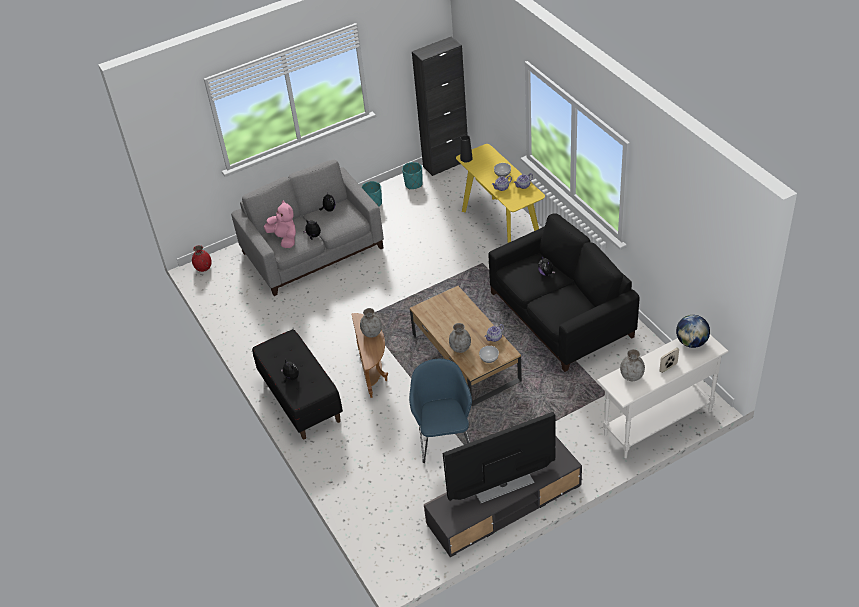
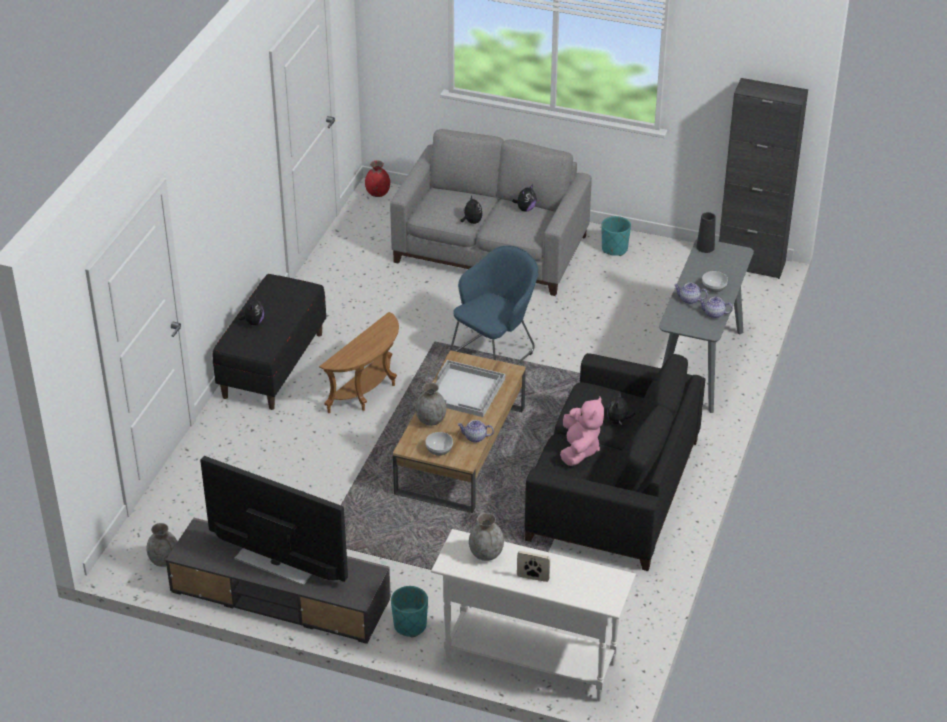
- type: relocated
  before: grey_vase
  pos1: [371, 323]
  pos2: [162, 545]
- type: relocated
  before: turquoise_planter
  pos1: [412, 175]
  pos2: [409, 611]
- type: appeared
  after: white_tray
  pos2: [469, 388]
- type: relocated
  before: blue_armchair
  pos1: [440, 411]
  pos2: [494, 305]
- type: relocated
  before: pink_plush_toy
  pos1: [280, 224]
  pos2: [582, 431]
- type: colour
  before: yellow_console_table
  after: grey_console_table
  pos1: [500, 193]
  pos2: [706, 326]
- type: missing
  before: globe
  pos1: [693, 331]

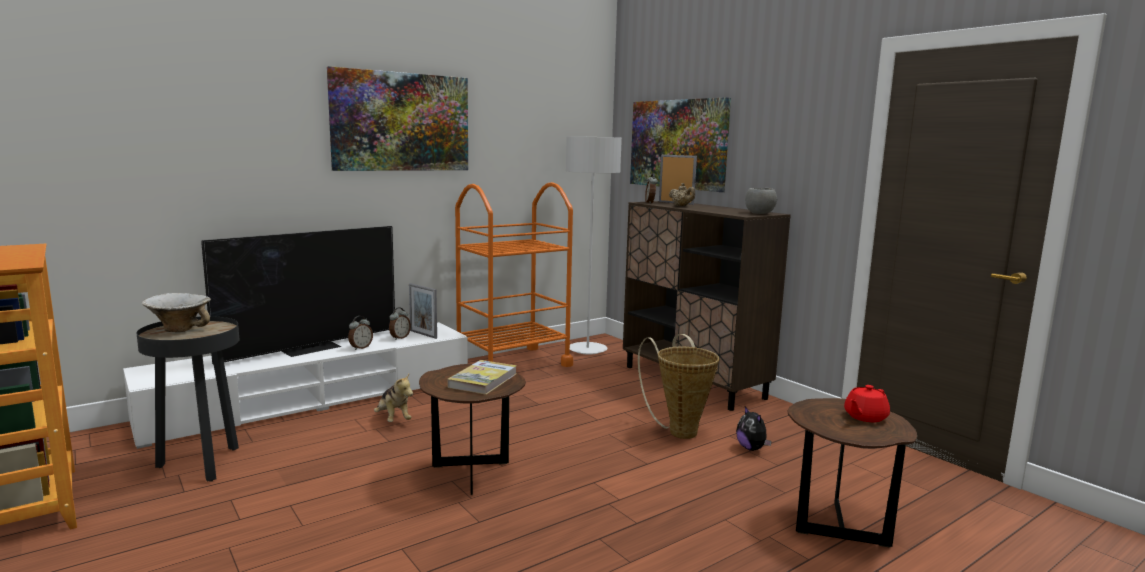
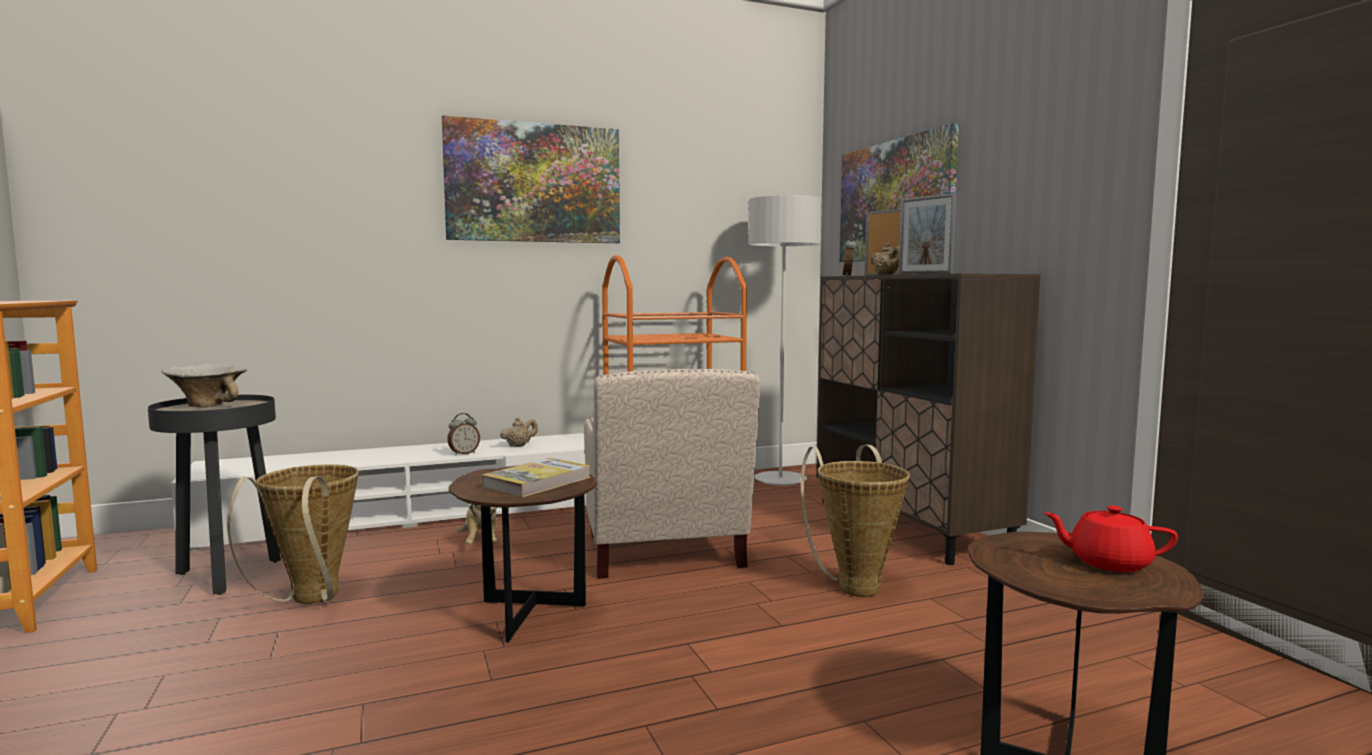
- type: appeared
  after: basket
  pos2: [293, 534]
- type: exchanged
  before: alarm_clock
  after: beige_teapot
  pos1: [400, 323]
  pos2: [519, 432]
- type: appeared
  after: beige_armchair
  pos2: [672, 474]
- type: relocated
  before: picture_frame
  pos1: [423, 311]
  pos2: [927, 234]
- type: spun
  before: red_teapot
  pos1: [867, 403]
  pos2: [1111, 538]
  turn: 45
- type: missing
  before: television
  pos1: [298, 295]
- type: missing
  before: plush_toy
  pos1: [754, 429]
- type: missing
  before: grey_bowl
  pos1: [761, 201]

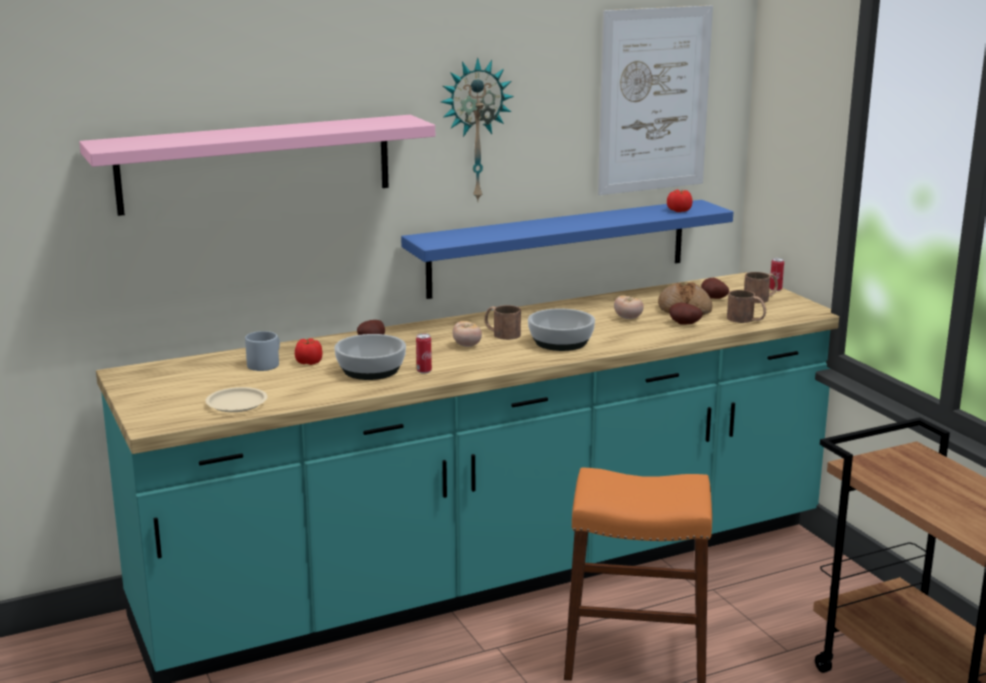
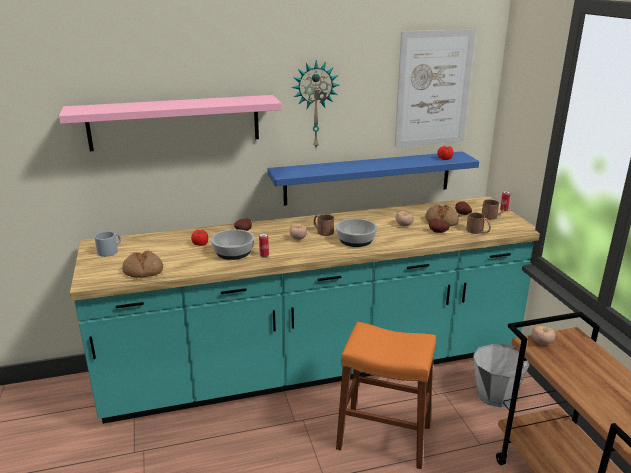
- type: relocated
  before: grey_mug
  pos1: [262, 351]
  pos2: [108, 244]
- type: exchanged
  before: beige_plate
  after: bread
  pos1: [236, 399]
  pos2: [142, 264]
- type: appeared
  after: grey_bucket
  pos2: [501, 375]
- type: appeared
  after: tomato
  pos2: [543, 335]

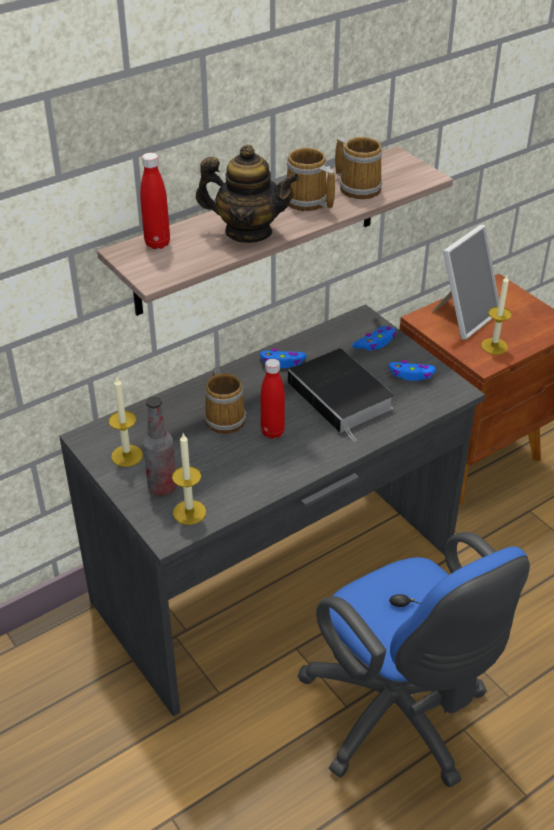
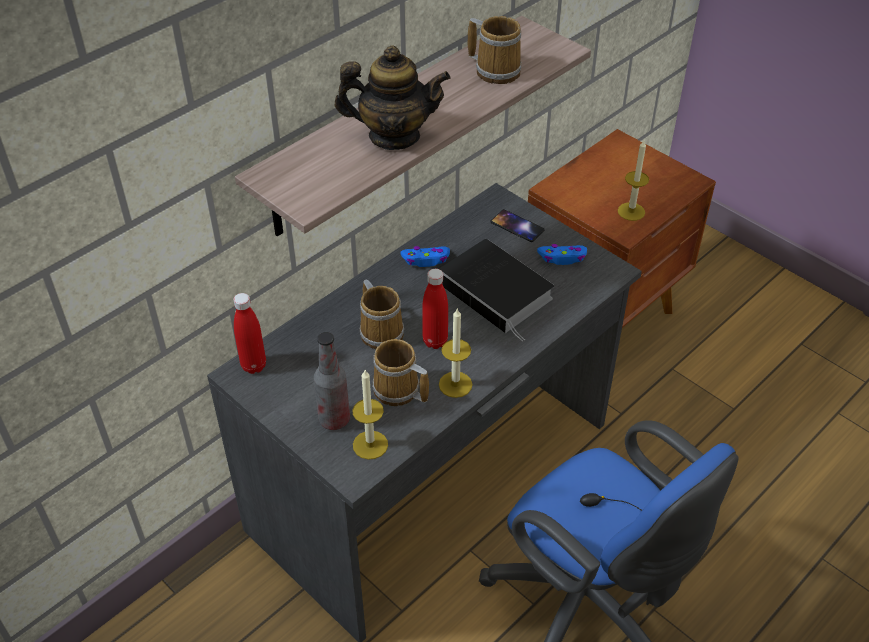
- type: relocated
  before: red_bottle
  pos1: [155, 201]
  pos2: [249, 333]
- type: relocated
  before: mug
  pos1: [311, 179]
  pos2: [400, 372]
- type: relocated
  before: candle
  pos1: [126, 422]
  pos2: [456, 353]
- type: exchanged
  before: blue_game_controller
  after: phone
  pos1: [374, 338]
  pos2: [517, 225]
- type: missing
  before: picture_frame
  pos1: [465, 282]

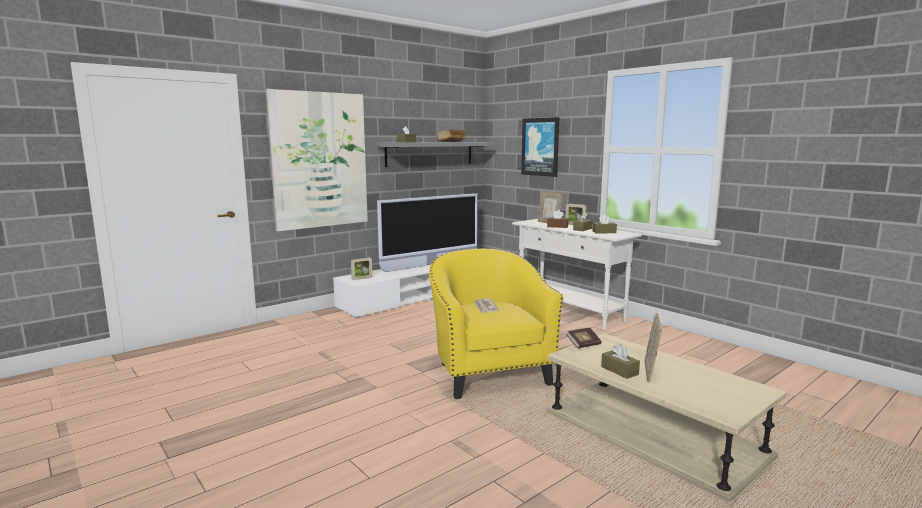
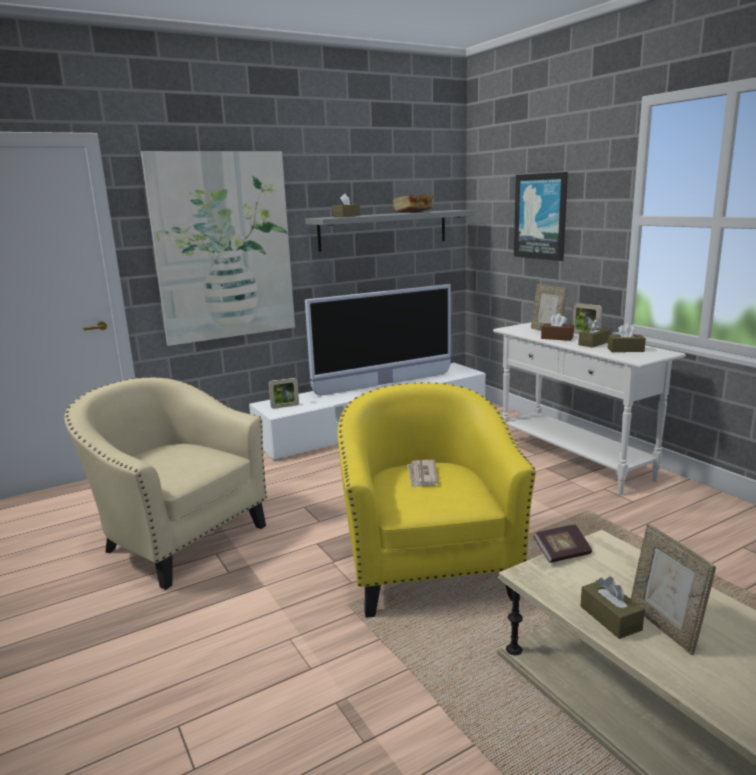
- type: appeared
  after: beige_armchair
  pos2: [165, 483]
- type: spun
  before: picture_frame
  pos1: [653, 348]
  pos2: [673, 589]
  turn: -45

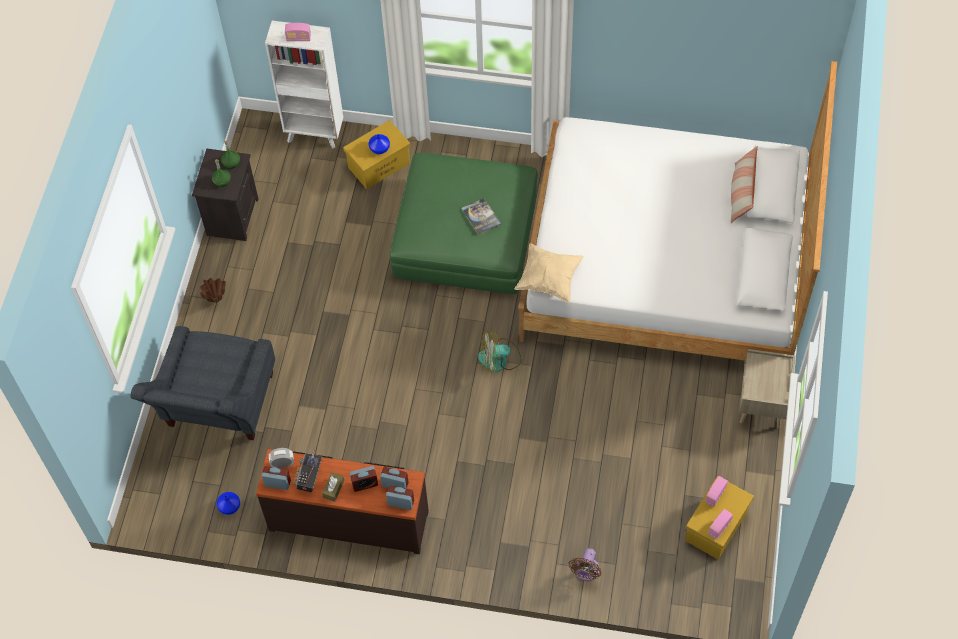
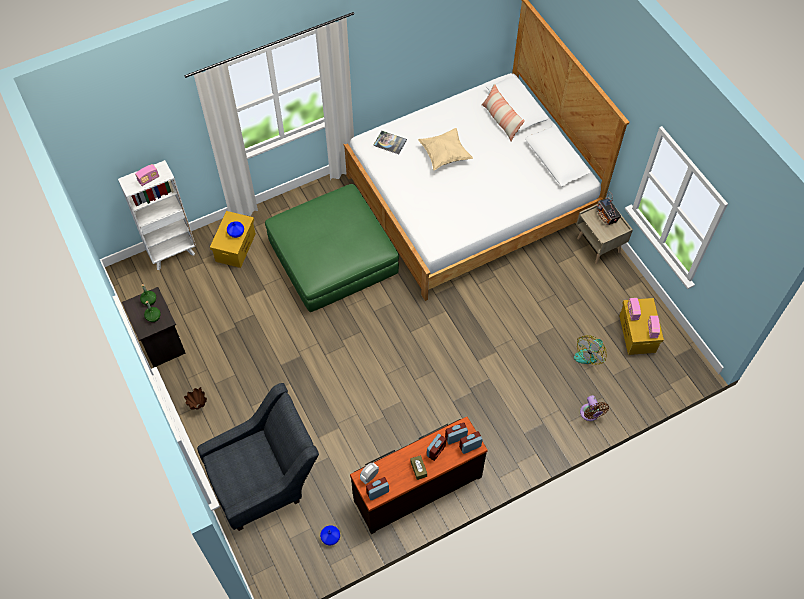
- type: spun
  before: grey_armchair
  pos1: [202, 383]
  pos2: [258, 457]
  turn: -90
- type: relocated
  before: book
  pos1: [481, 216]
  pos2: [390, 142]
- type: relocated
  before: beige_pillow
  pos1: [549, 273]
  pos2: [445, 149]
- type: relocated
  before: fan
  pos1: [500, 351]
  pos2: [590, 350]
- type: relocated
  before: radio
  pos1: [308, 470]
  pos2: [608, 208]

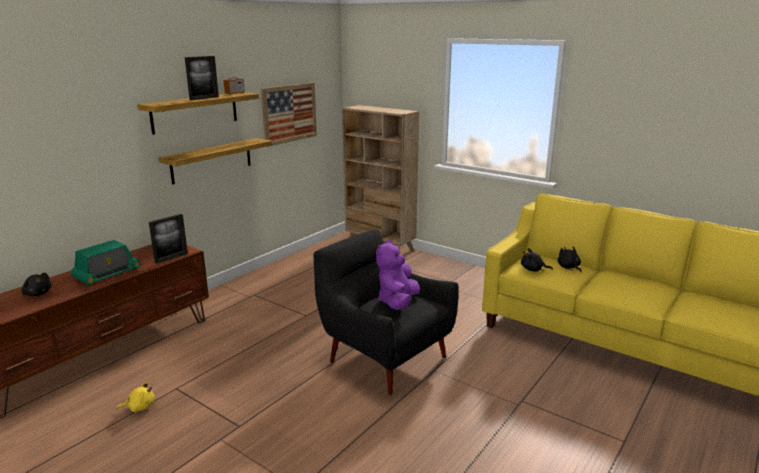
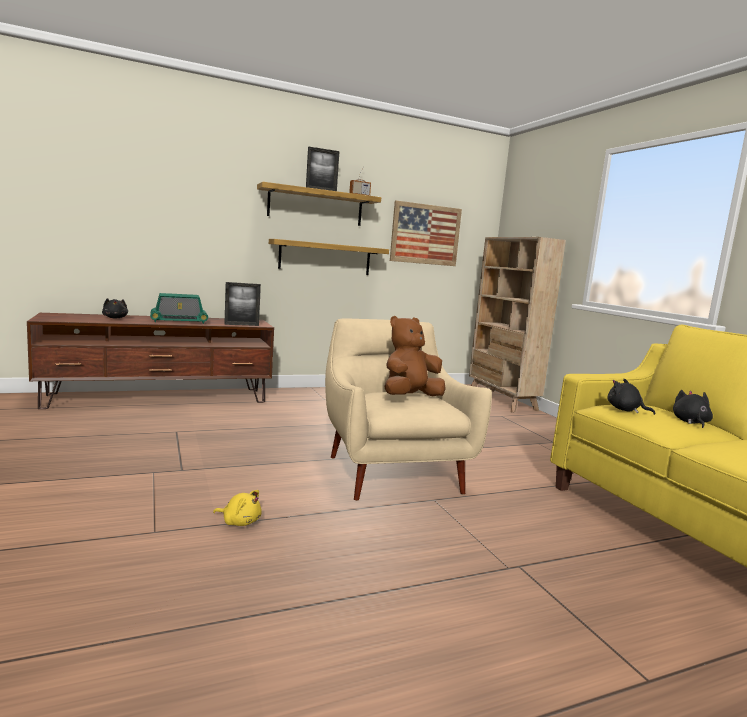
- type: relocated
  before: yellow_plush_toy
  pos1: [135, 397]
  pos2: [237, 508]
- type: colour
  before: black_armchair
  after: beige_armchair
  pos1: [386, 312]
  pos2: [408, 409]
- type: colour
  before: purple_plush_toy
  after: brown_plush_toy
  pos1: [398, 275]
  pos2: [415, 356]

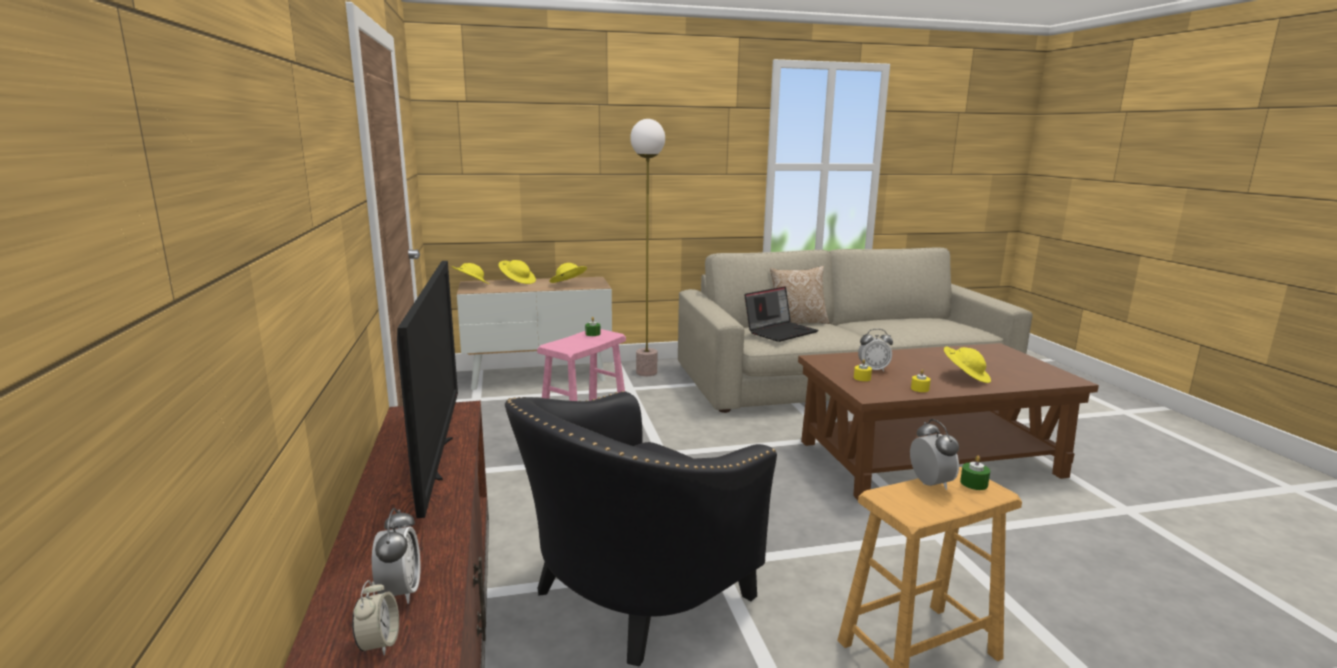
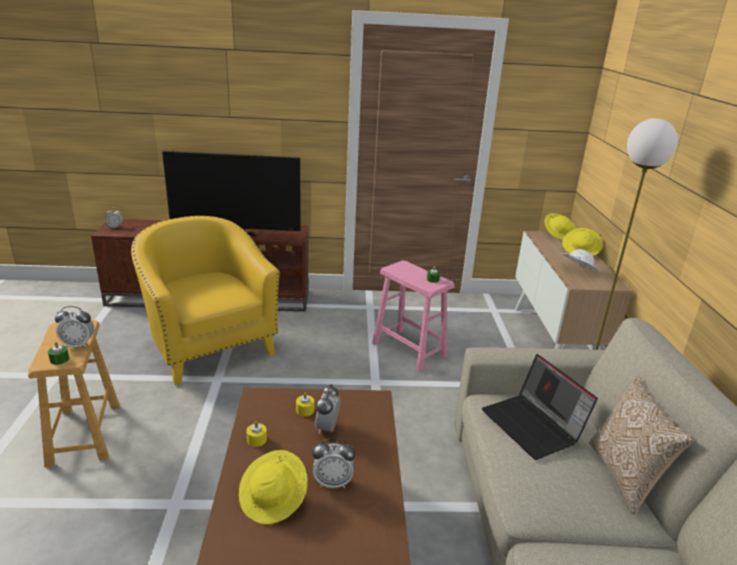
- type: colour
  before: black_armchair
  after: yellow_armchair
  pos1: [641, 528]
  pos2: [205, 300]
- type: relocated
  before: alarm_clock
  pos1: [396, 556]
  pos2: [334, 463]
- type: colour
  before: yellow_hat
  after: white_hat
  pos1: [568, 273]
  pos2: [580, 260]

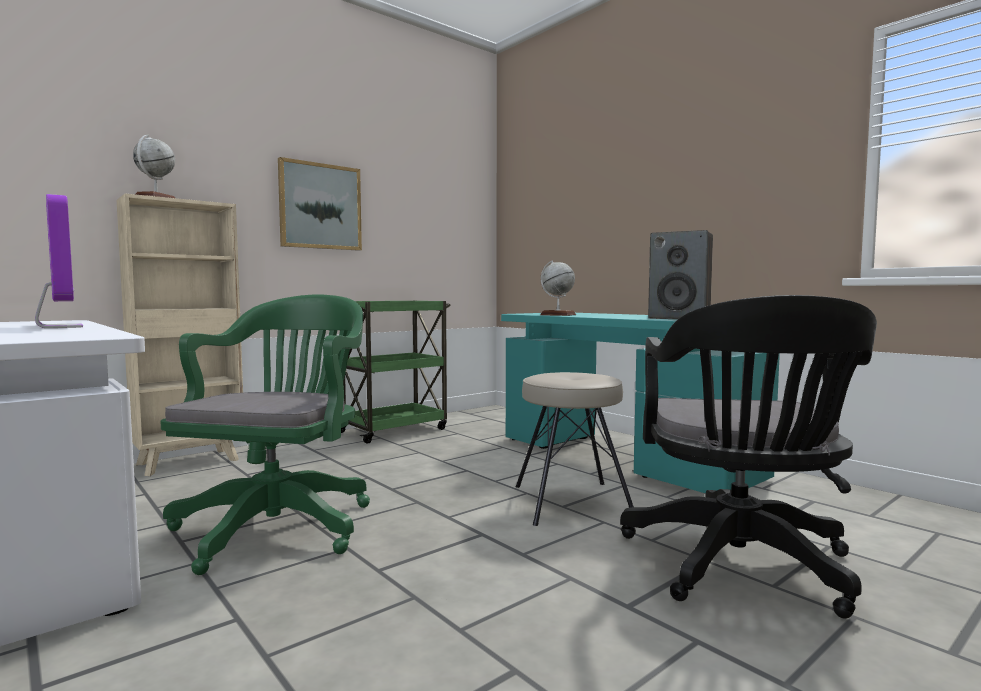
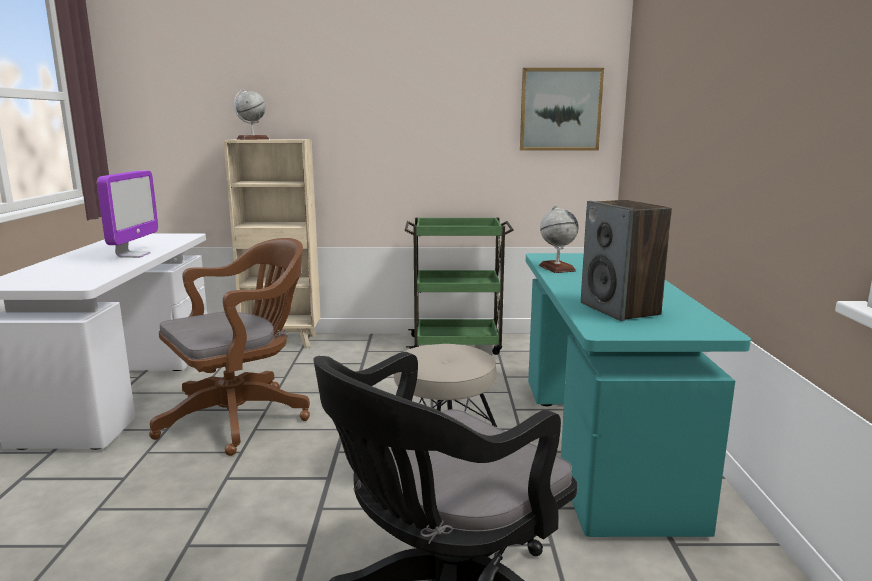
- type: colour
  before: green_office_chair
  after: brown_office_chair
  pos1: [265, 434]
  pos2: [229, 347]
- type: relocated
  before: picture
  pos1: [320, 204]
  pos2: [562, 109]

